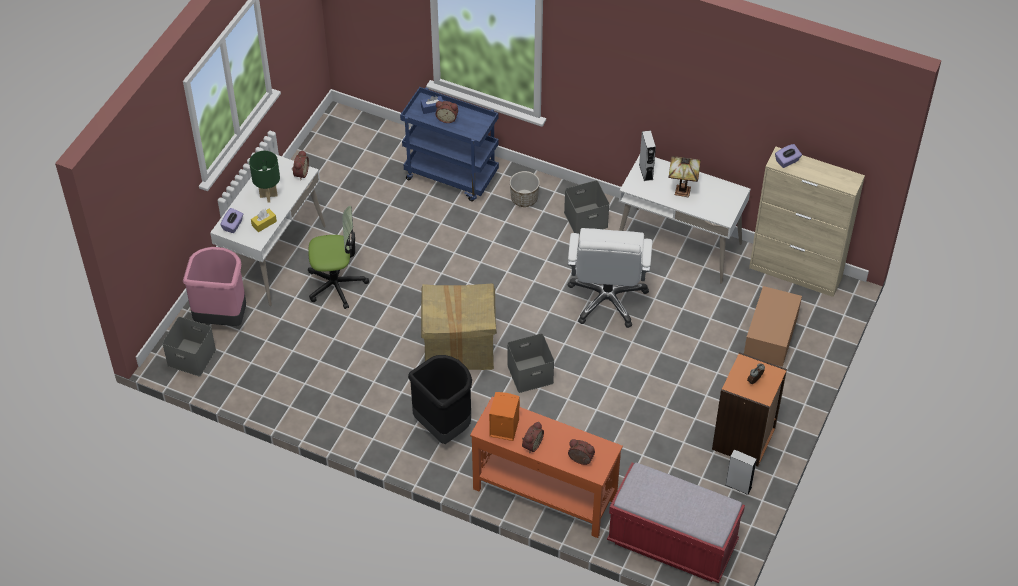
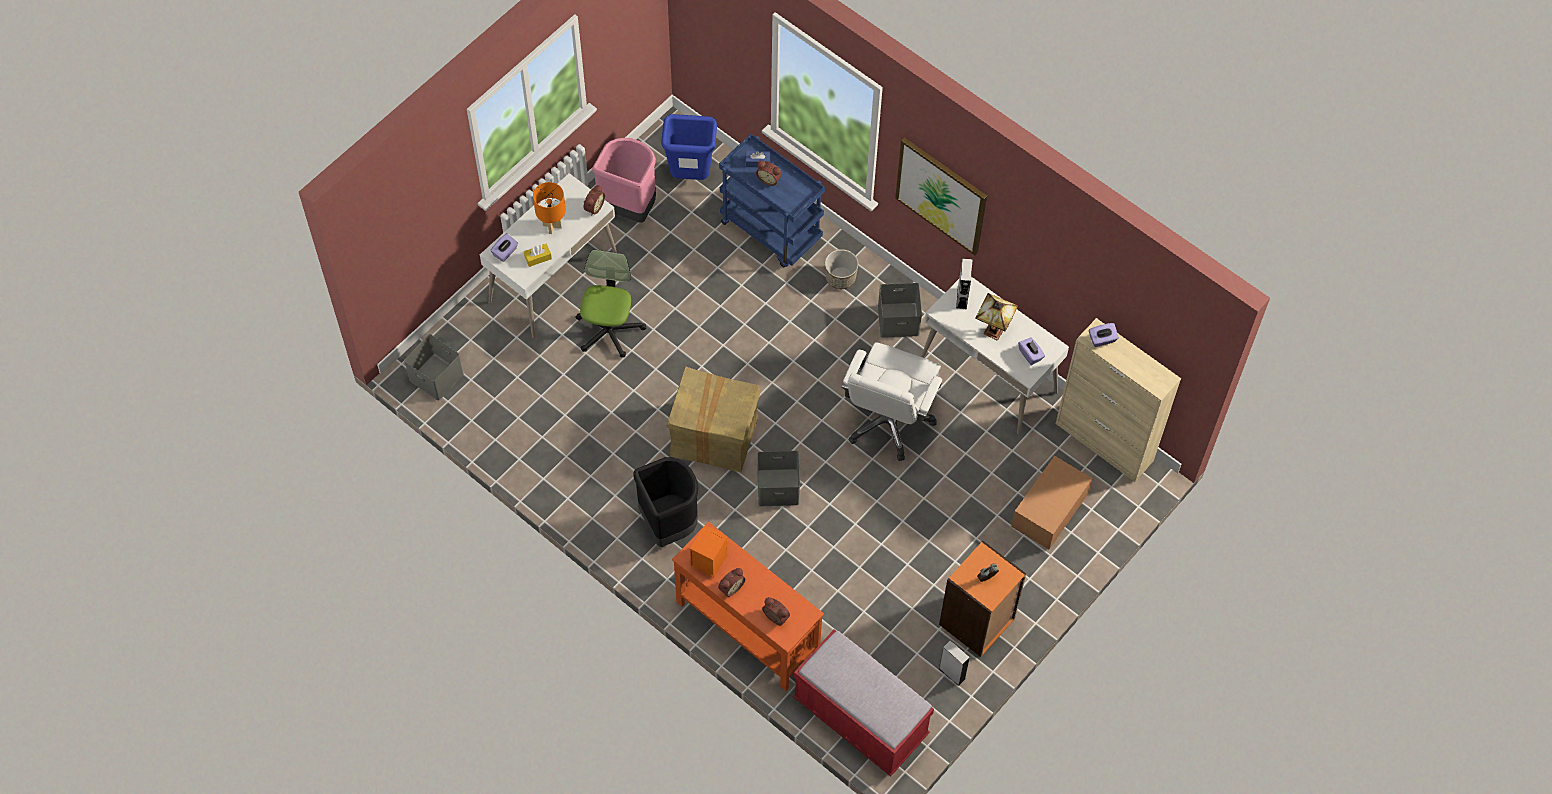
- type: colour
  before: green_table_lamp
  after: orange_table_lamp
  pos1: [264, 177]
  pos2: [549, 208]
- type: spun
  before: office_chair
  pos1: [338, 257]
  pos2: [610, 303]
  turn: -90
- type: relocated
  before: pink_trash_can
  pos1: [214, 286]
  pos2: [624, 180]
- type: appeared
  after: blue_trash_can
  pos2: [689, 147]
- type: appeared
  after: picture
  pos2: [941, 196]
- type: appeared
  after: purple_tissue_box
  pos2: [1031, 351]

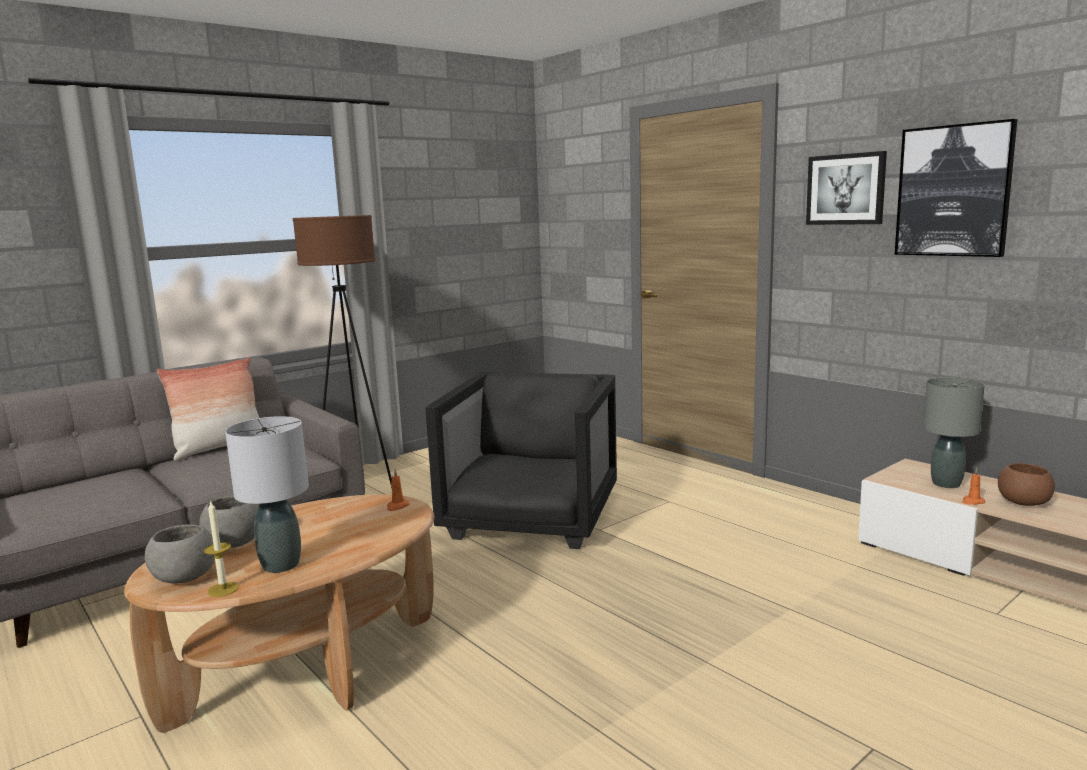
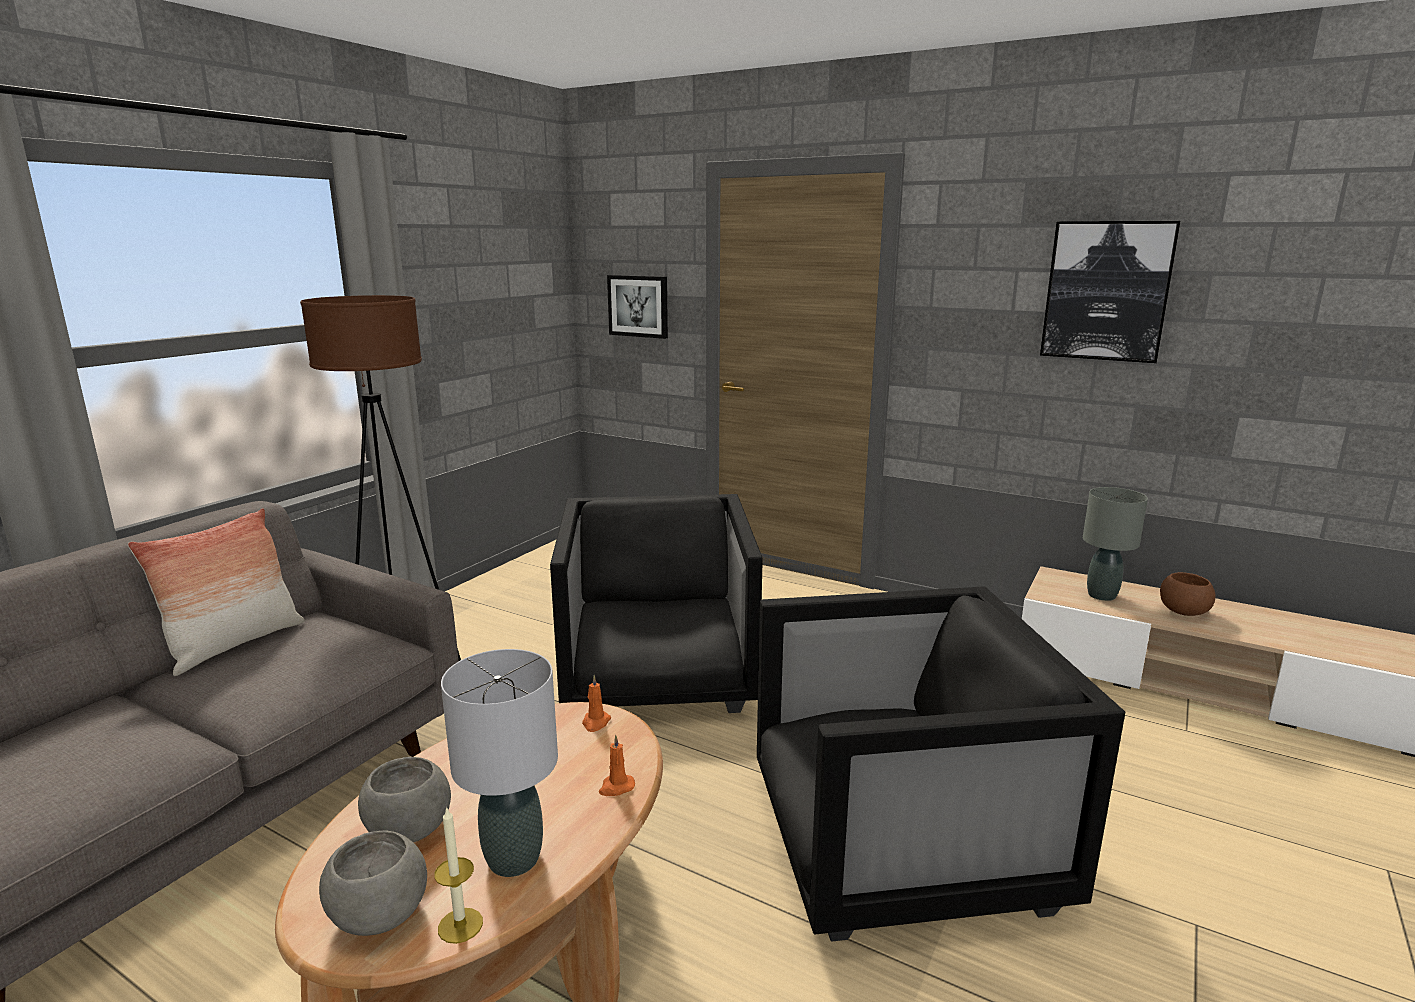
- type: relocated
  before: orange_candle
  pos1: [974, 486]
  pos2: [617, 765]
- type: relocated
  before: picture
  pos1: [846, 188]
  pos2: [637, 307]
- type: appeared
  after: black_armchair
  pos2: [941, 763]

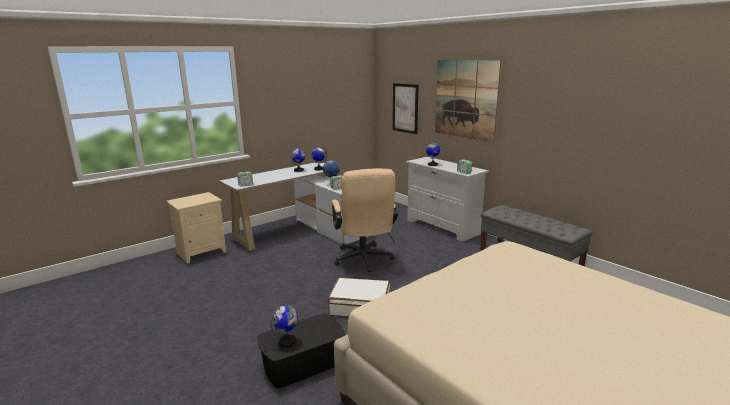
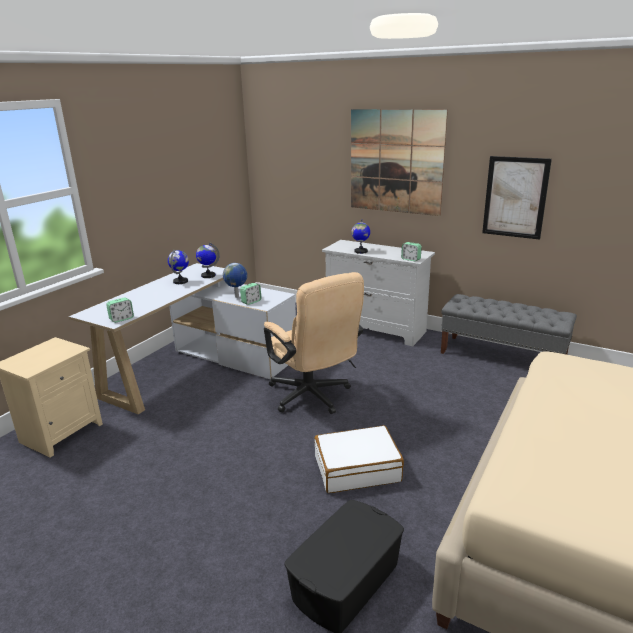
- type: relocated
  before: picture
  pos1: [406, 108]
  pos2: [517, 198]
- type: missing
  before: globe
  pos1: [284, 326]

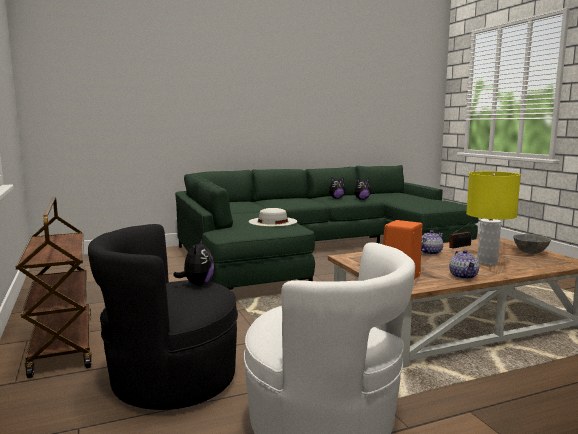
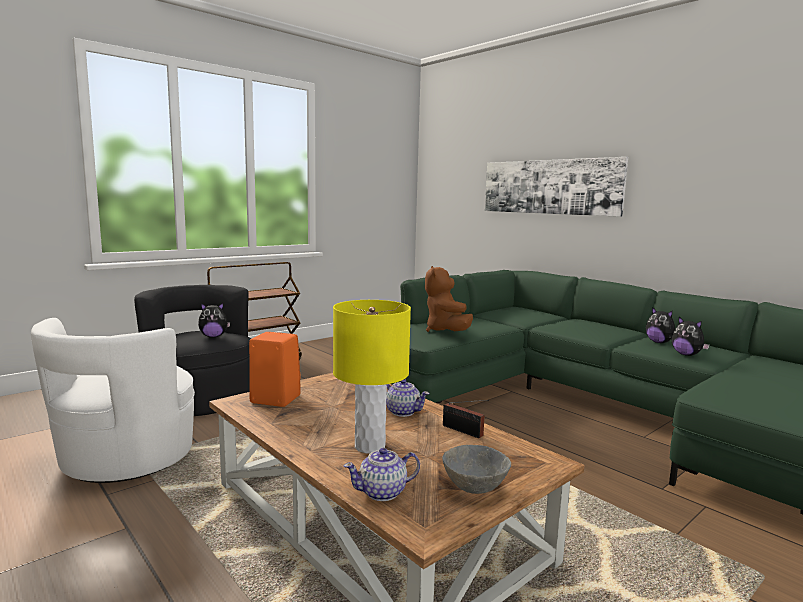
- type: relocated
  before: teapot
  pos1: [464, 264]
  pos2: [382, 474]
- type: exchanged
  before: white_hat
  after: brown_plush_toy
  pos1: [273, 217]
  pos2: [449, 299]
- type: appeared
  after: picture
  pos2: [556, 187]

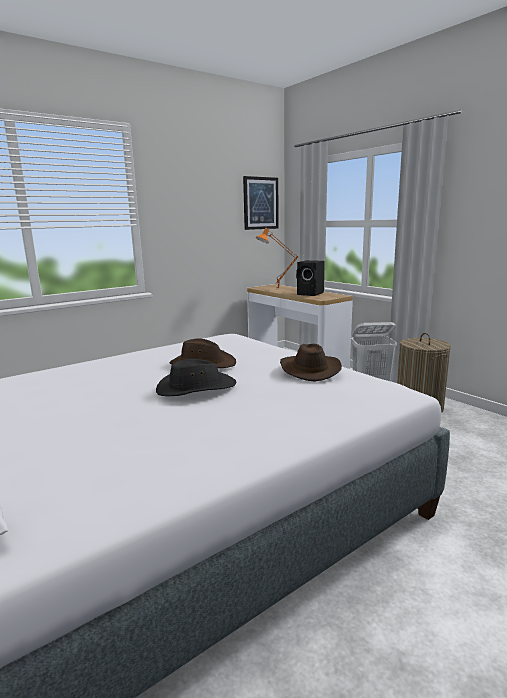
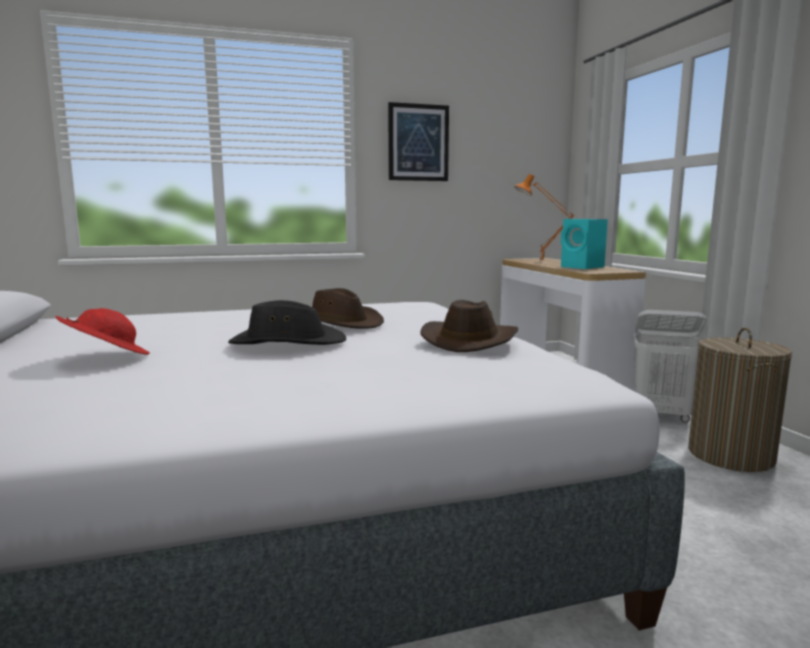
- type: appeared
  after: red_hat
  pos2: [103, 331]
- type: relocated
  before: picture
  pos1: [261, 203]
  pos2: [418, 141]
- type: colour
  before: black_speaker
  after: turquoise_speaker
  pos1: [310, 278]
  pos2: [584, 244]

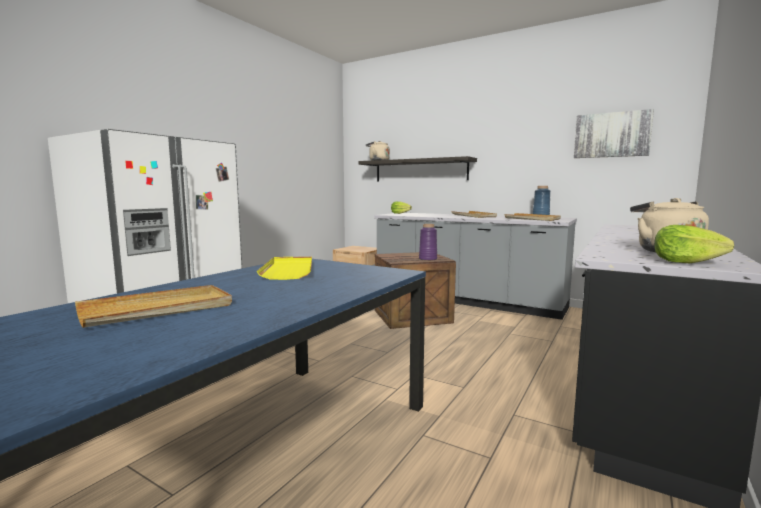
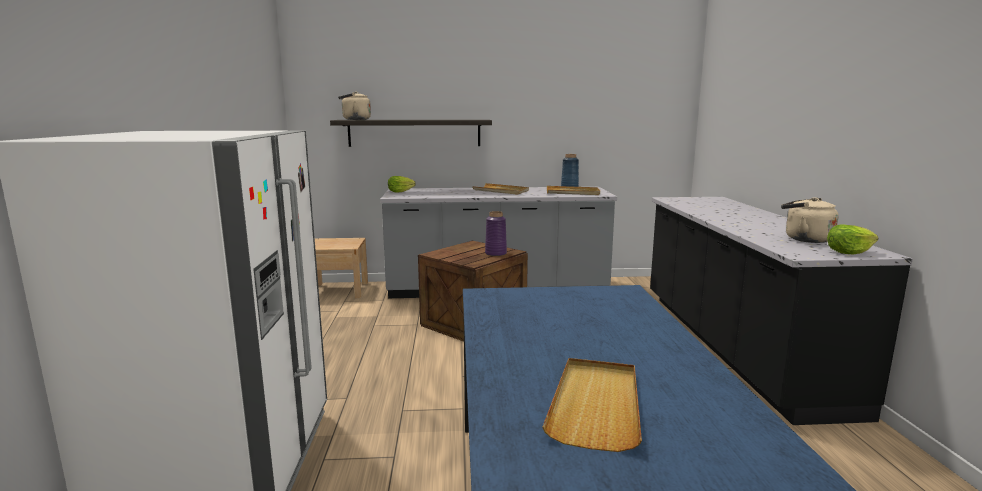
- type: missing
  before: yellow_tray
  pos1: [284, 268]
- type: missing
  before: picture
  pos1: [614, 133]

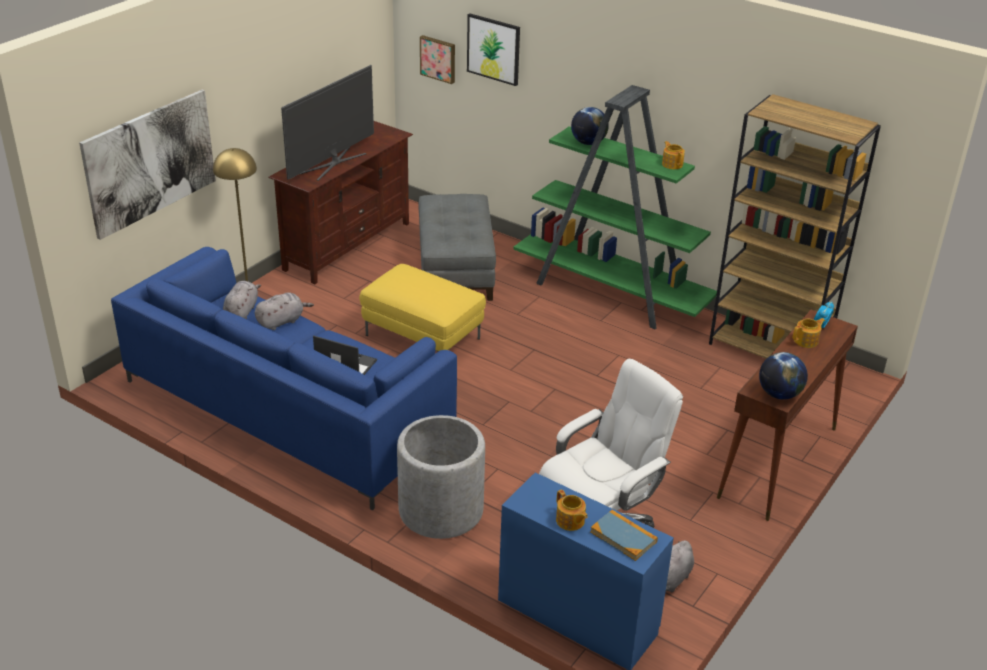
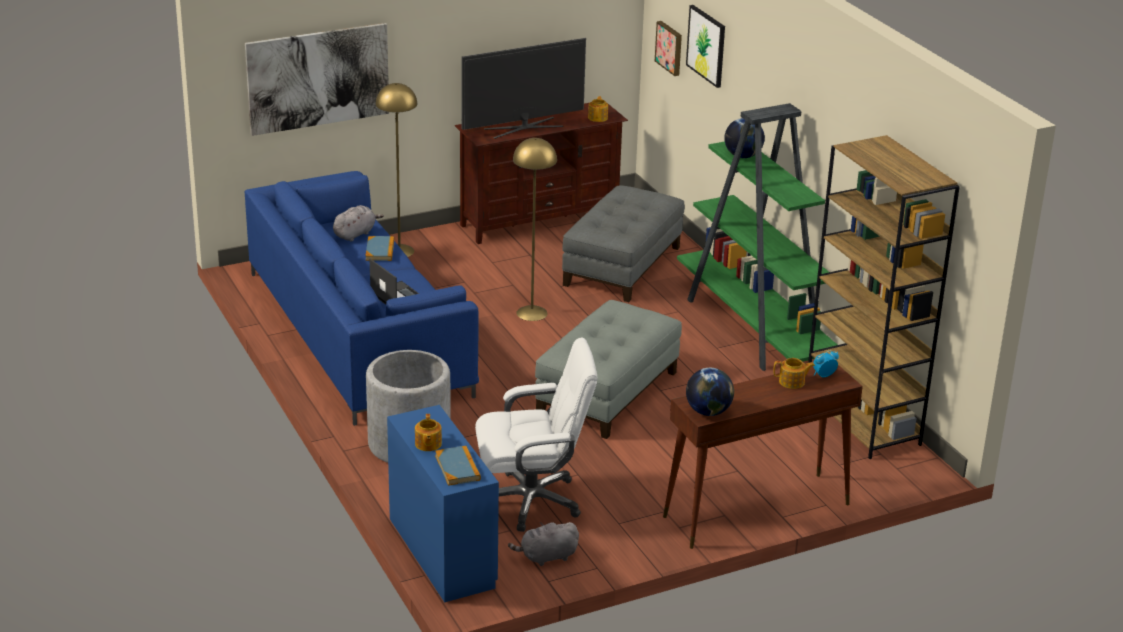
- type: exchanged
  before: grey_plush_toy
  after: book
  pos1: [284, 311]
  pos2: [380, 248]
- type: exchanged
  before: yellow_ottoman
  after: yellow_floor_lamp
  pos1: [422, 307]
  pos2: [535, 229]
- type: appeared
  after: grey_ottoman
  pos2: [608, 369]
- type: relocated
  before: teapot
  pos1: [673, 155]
  pos2: [598, 109]

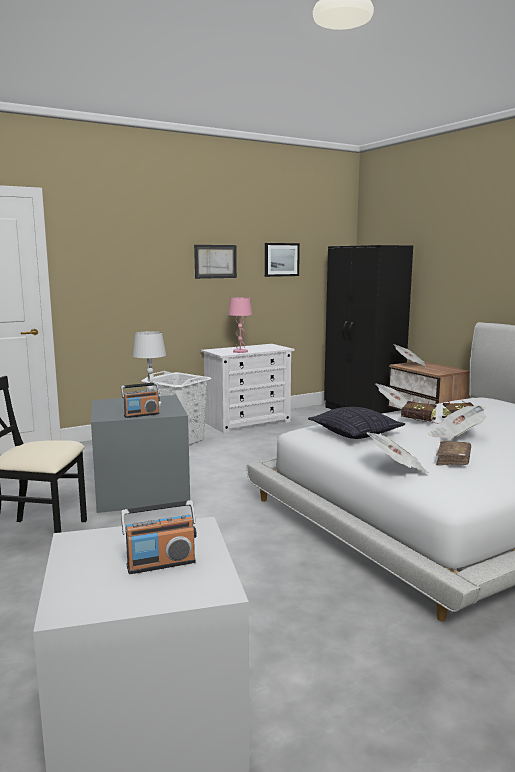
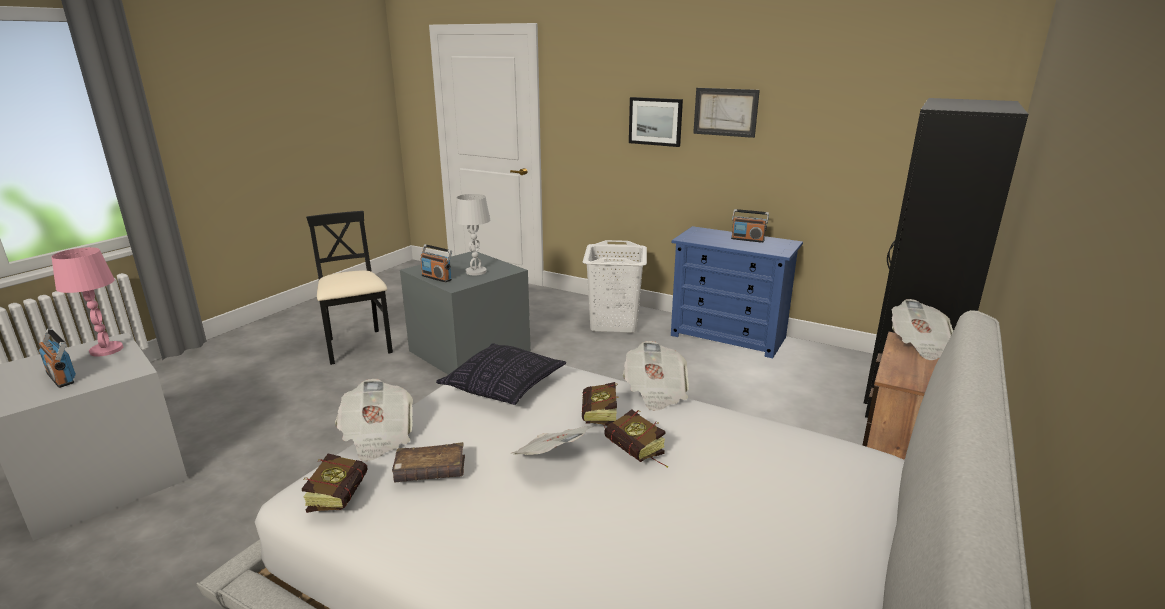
- type: relocated
  before: pink_table_lamp
  pos1: [240, 325]
  pos2: [87, 302]
- type: appeared
  after: book
  pos2: [334, 483]
- type: relocated
  before: picture
  pos1: [282, 260]
  pos2: [656, 122]
- type: colour
  before: white_dresser
  after: blue_dresser
  pos1: [248, 388]
  pos2: [737, 292]
- type: appeared
  after: radio
  pos2: [750, 226]

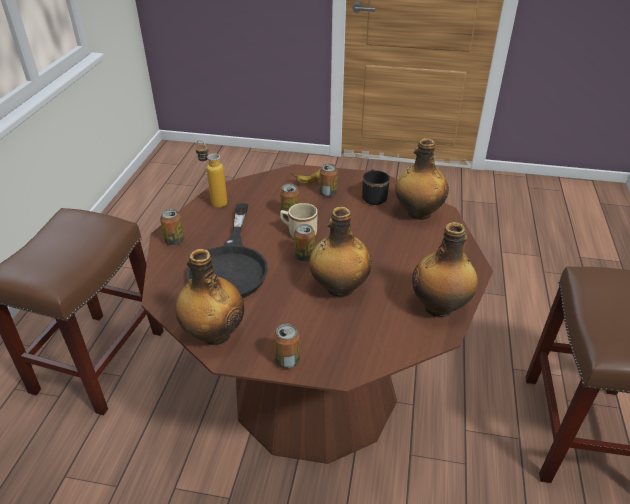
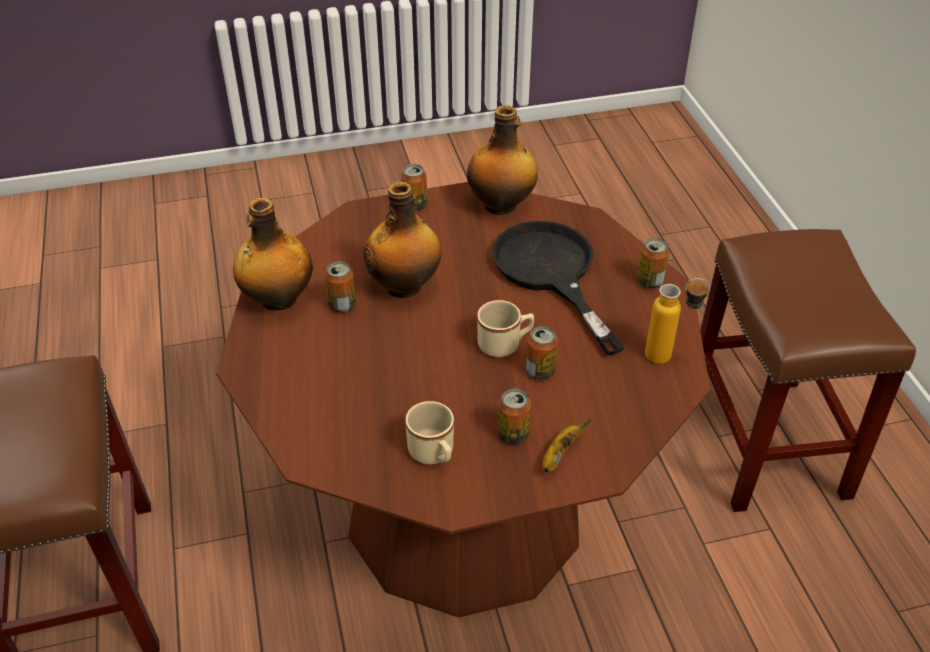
- type: relocated
  before: can
  pos1: [304, 243]
  pos2: [340, 287]
- type: colour
  before: black_mug
  after: beige_mug
  pos1: [376, 187]
  pos2: [429, 432]
- type: missing
  before: bottle
  pos1: [422, 179]

